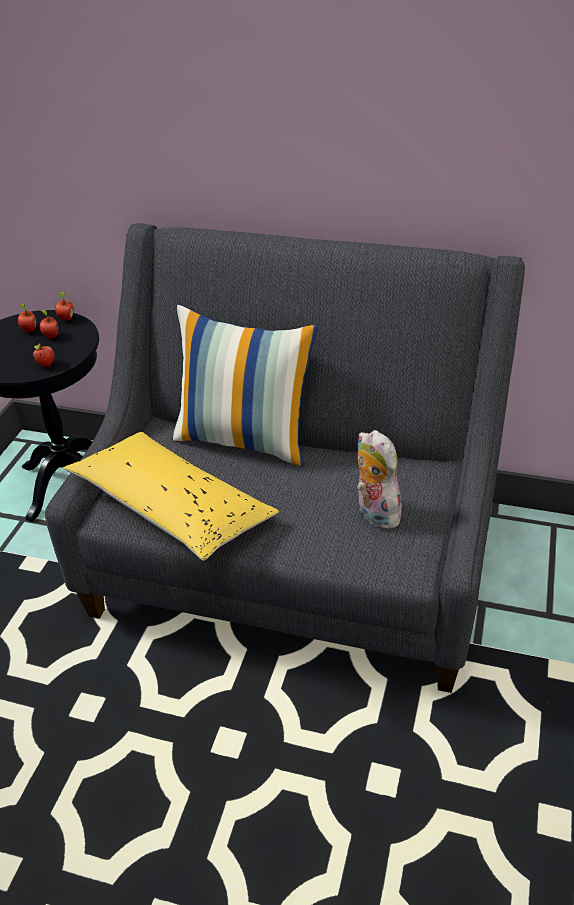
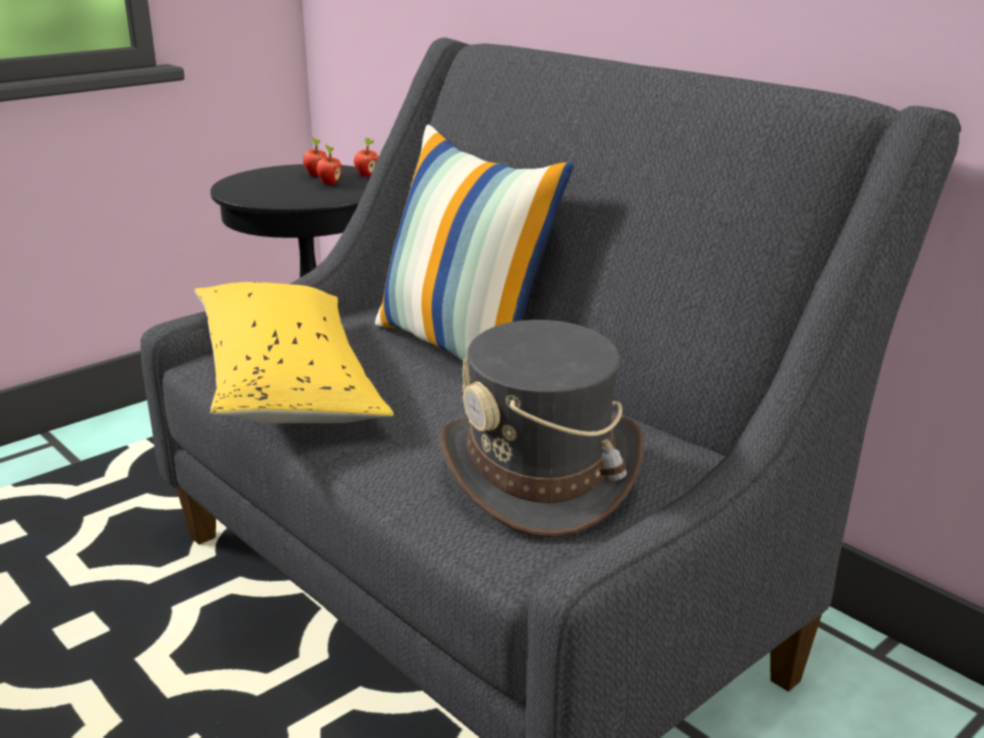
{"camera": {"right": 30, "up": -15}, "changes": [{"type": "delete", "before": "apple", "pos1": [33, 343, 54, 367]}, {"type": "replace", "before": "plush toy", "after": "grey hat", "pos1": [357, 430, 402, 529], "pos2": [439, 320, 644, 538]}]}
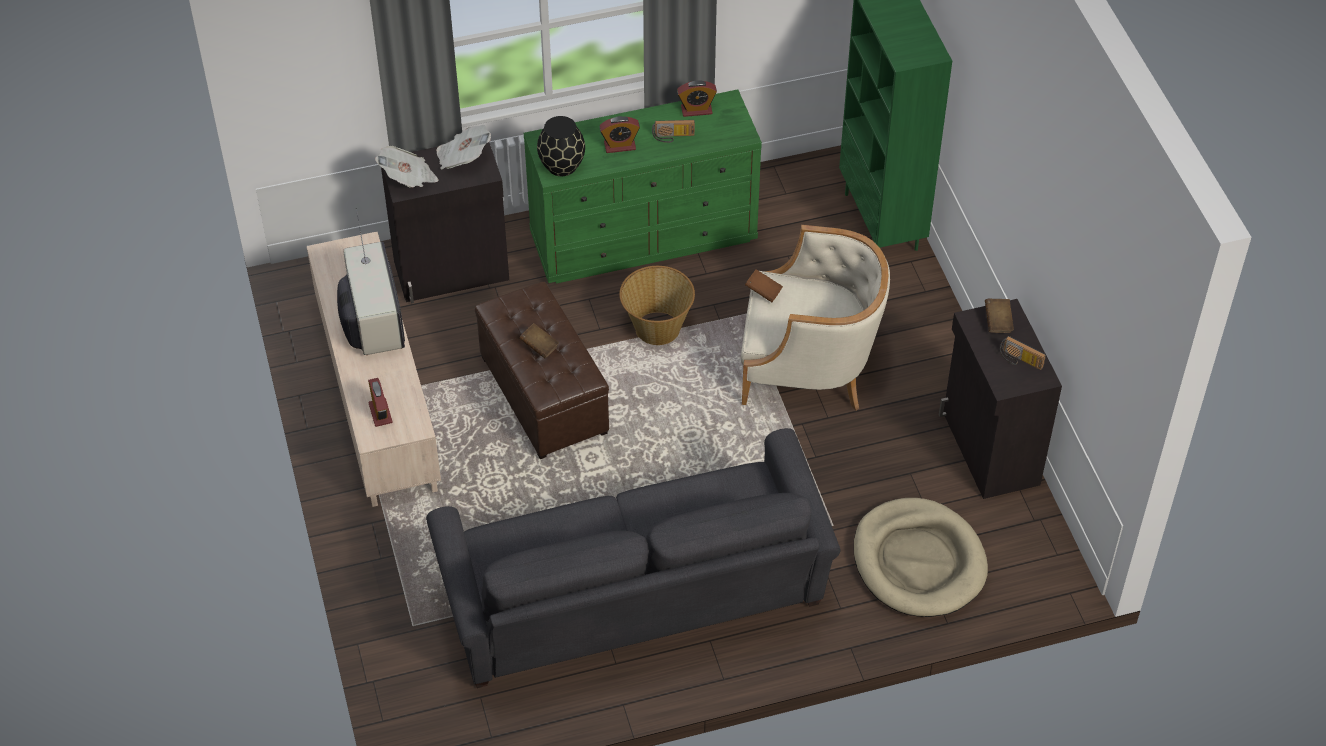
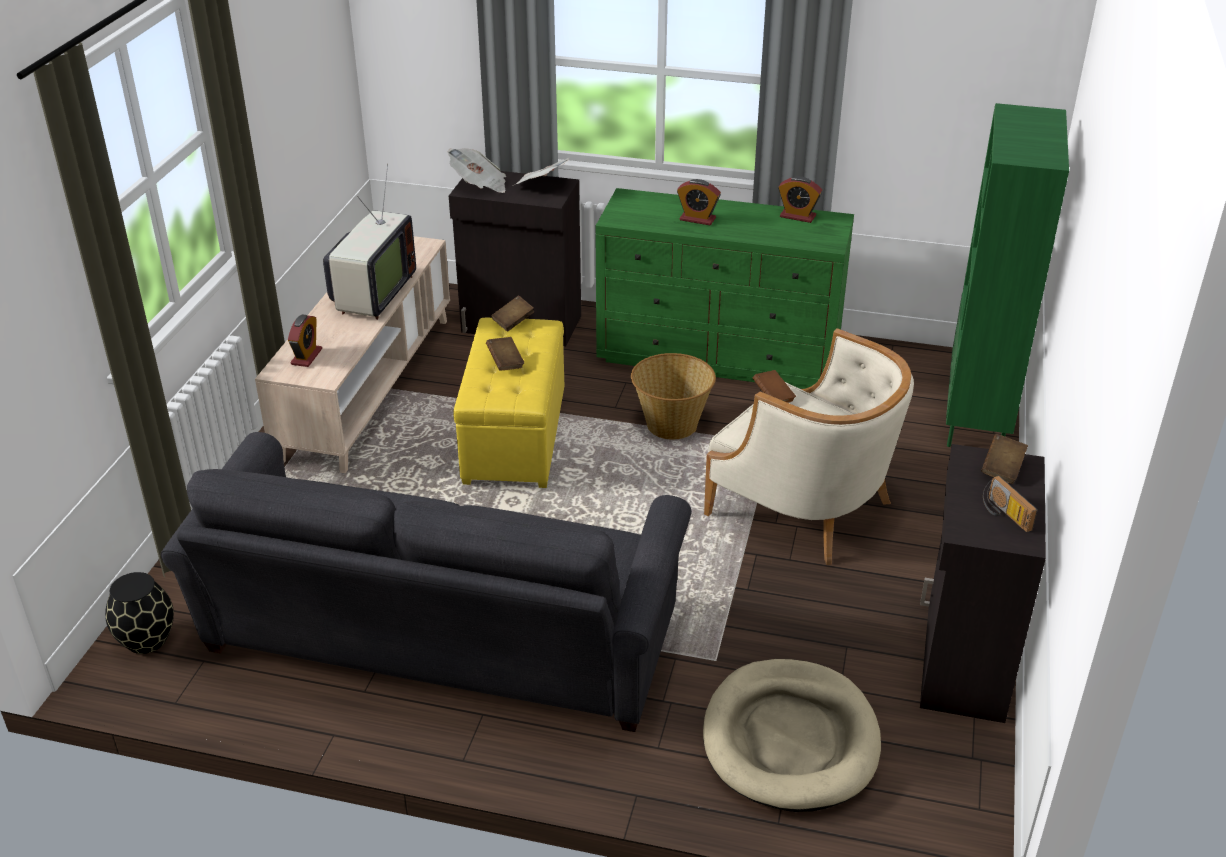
{"camera": {"right": 30, "up": -15}, "changes": [{"type": "delete", "before": "radio", "pos1": [652, 120, 695, 143]}, {"type": "insert", "after": "brown book", "pos2": [491, 295, 534, 331]}, {"type": "move", "before": "black vase", "pos1": [537, 116, 585, 176], "pos2": [105, 572, 174, 654]}, {"type": "recolor", "before": "brown ottoman", "after": "yellow ottoman", "pos1": [475, 282, 609, 459], "pos2": [453, 318, 564, 488]}]}
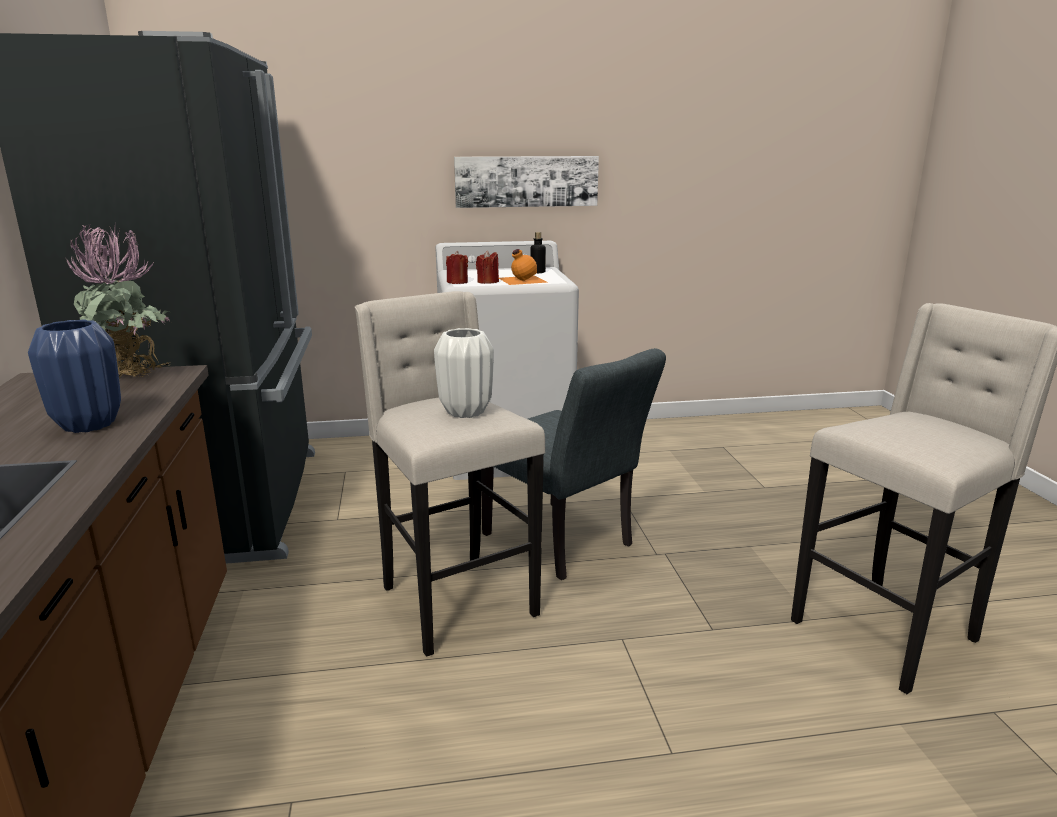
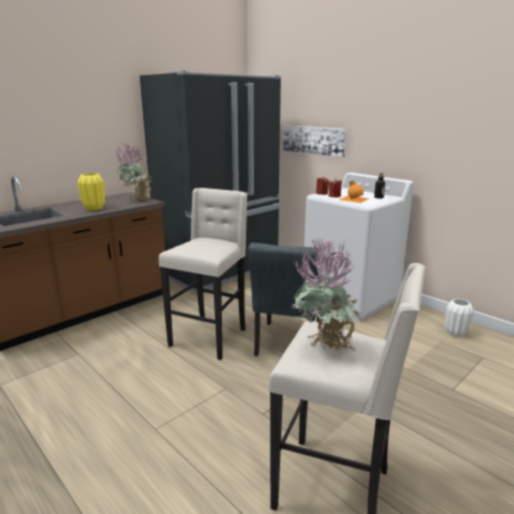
{"camera": {"right": 55, "up": 0}, "changes": [{"type": "insert", "after": "potted plant", "pos2": [290, 238, 363, 354]}, {"type": "move", "before": "white vase", "pos1": [434, 328, 494, 418], "pos2": [445, 299, 474, 337]}, {"type": "move", "before": "picture", "pos1": [454, 156, 599, 208], "pos2": [283, 125, 347, 157]}, {"type": "recolor", "before": "blue vase", "after": "yellow vase", "pos1": [28, 319, 121, 433], "pos2": [78, 173, 105, 210]}]}
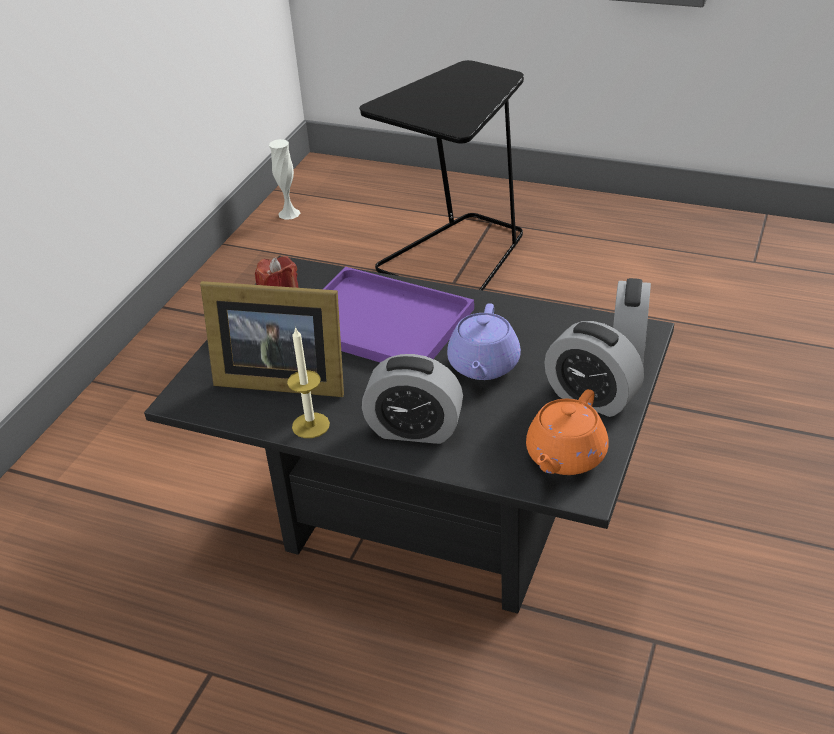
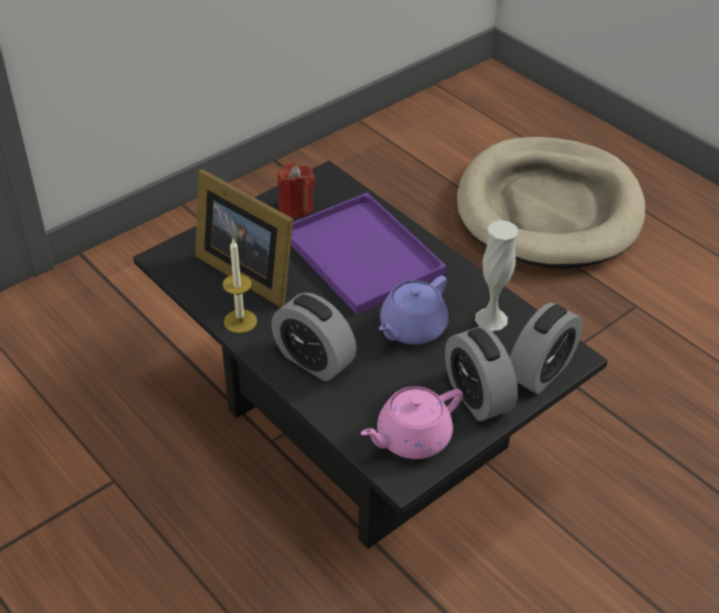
{"camera": {"right": 25, "up": 5}, "changes": [{"type": "move", "before": "white vase", "pos1": [269, 139, 300, 220], "pos2": [475, 220, 519, 331]}, {"type": "replace", "before": "black side table", "after": "beige dog bed", "pos1": [359, 60, 524, 290], "pos2": [457, 137, 645, 269]}, {"type": "recolor", "before": "orange teapot", "after": "pink teapot", "pos1": [526, 389, 609, 475], "pos2": [360, 386, 463, 459]}]}
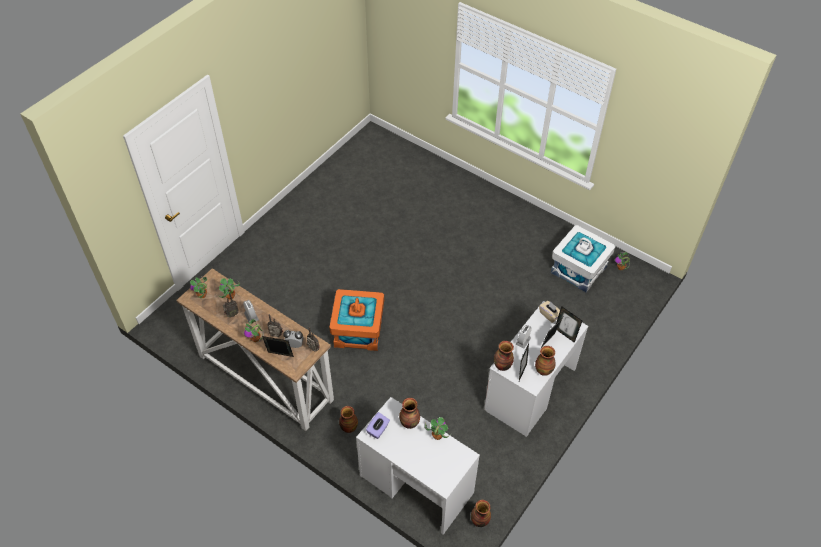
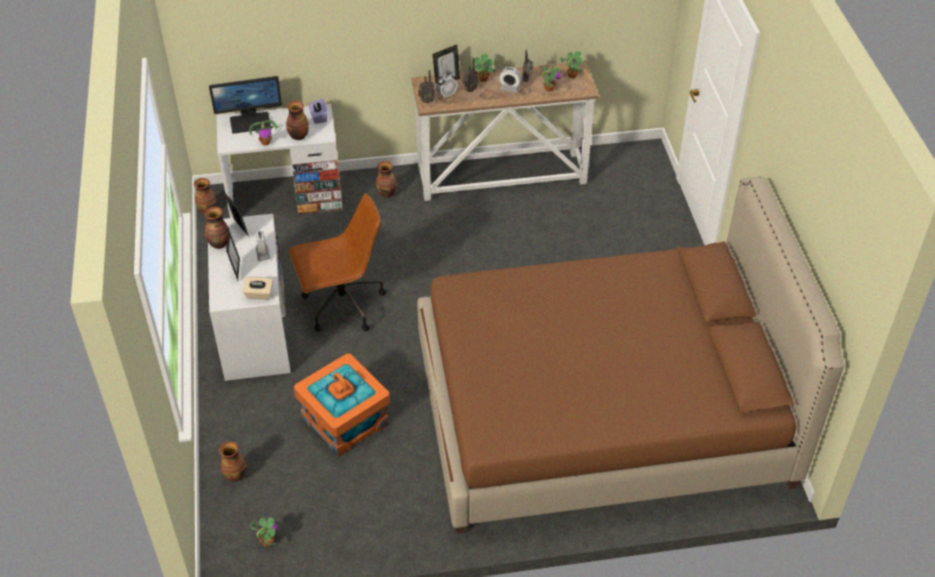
{"camera": {"right": 135, "up": -5}, "changes": [{"type": "delete", "before": "white storage box", "pos1": [551, 225, 615, 293]}, {"type": "delete", "before": "picture frame", "pos1": [556, 306, 582, 343]}, {"type": "insert", "after": "monitor", "pos2": [209, 76, 282, 134]}, {"type": "insert", "after": "brown office chair", "pos2": [288, 193, 386, 332]}, {"type": "insert", "after": "brown bed", "pos2": [417, 177, 844, 534]}, {"type": "move", "before": "orange storage box", "pos1": [329, 289, 384, 351], "pos2": [294, 353, 390, 457]}, {"type": "move", "before": "vase", "pos1": [494, 341, 514, 371], "pos2": [219, 441, 246, 481]}]}
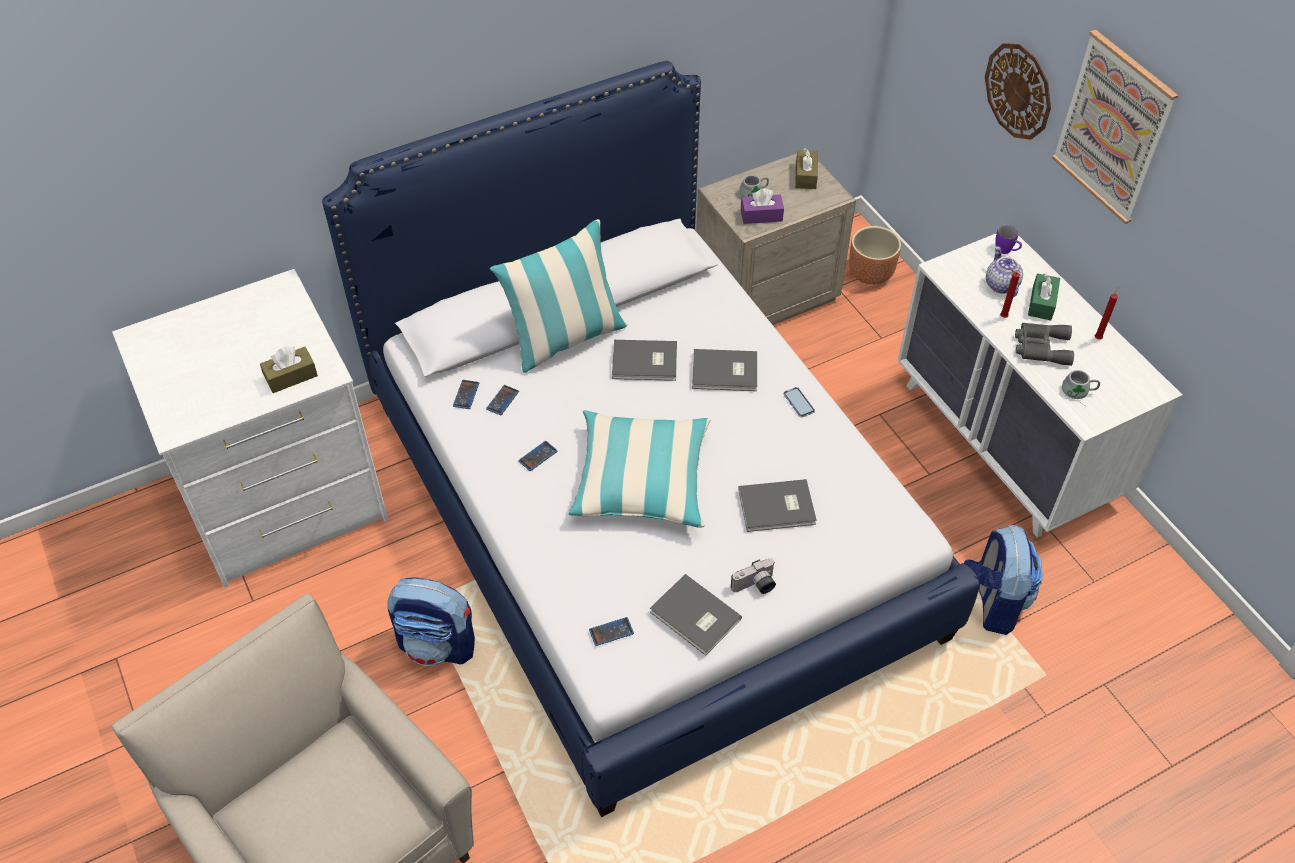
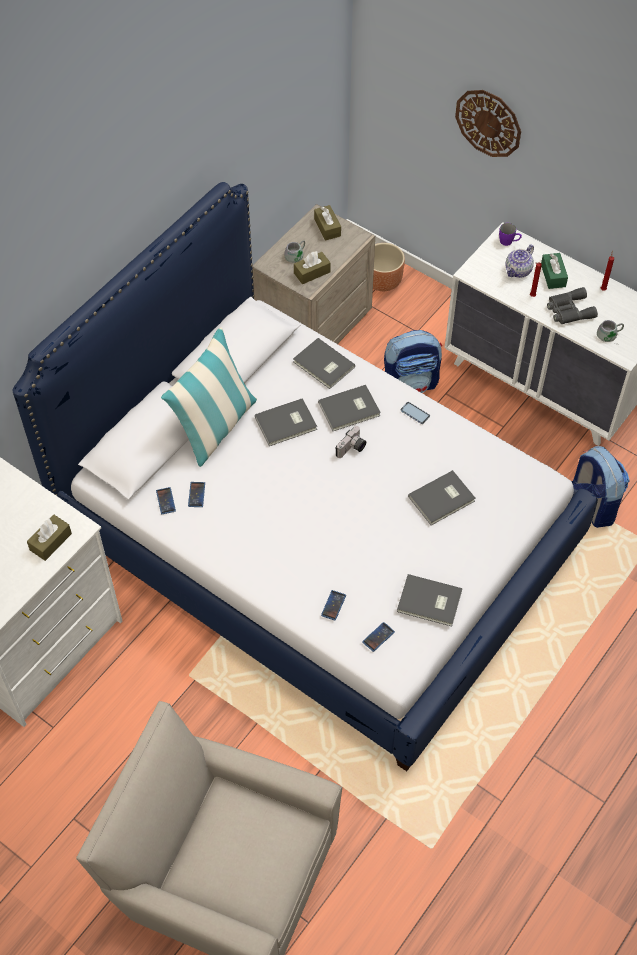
{"camera": {"right": -25, "up": 5}, "changes": [{"type": "delete", "before": "pillow", "pos1": [569, 410, 711, 528]}, {"type": "delete", "before": "picture", "pos1": [1052, 30, 1178, 224]}, {"type": "insert", "after": "grey book", "pos2": [293, 338, 355, 389]}, {"type": "move", "before": "backpack", "pos1": [387, 577, 475, 666], "pos2": [384, 330, 442, 393]}, {"type": "move", "before": "phone", "pos1": [518, 441, 558, 471], "pos2": [321, 590, 346, 621]}, {"type": "move", "before": "photo camera", "pos1": [731, 558, 776, 594], "pos2": [335, 426, 366, 458]}, {"type": "recolor", "before": "purple tissue box", "after": "brown tissue box", "pos1": [741, 188, 784, 224], "pos2": [294, 252, 331, 284]}, {"type": "rotate", "before": "teapot", "pos1": [986, 246, 1023, 297], "pos2": [505, 245, 534, 278], "turn": -105}]}
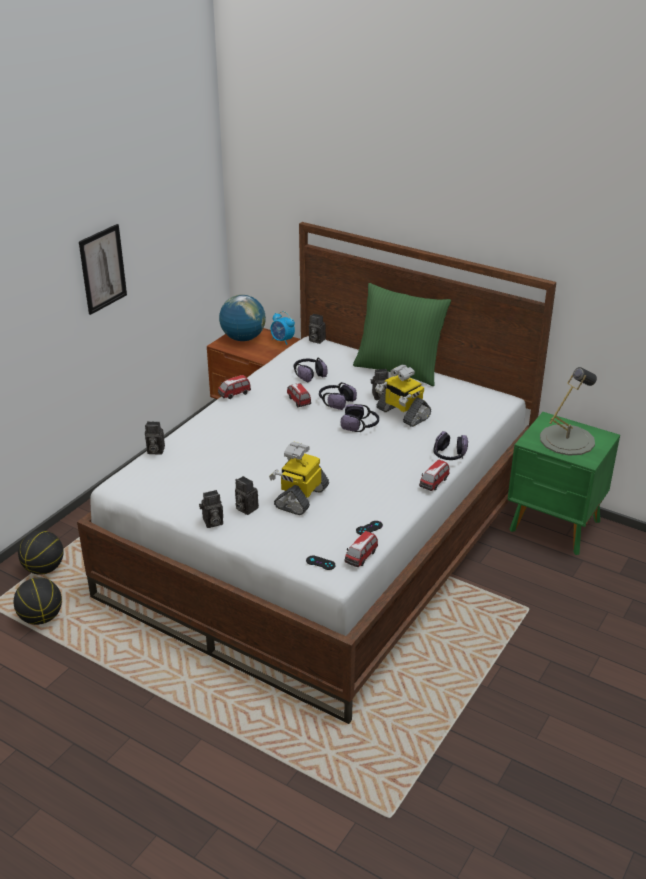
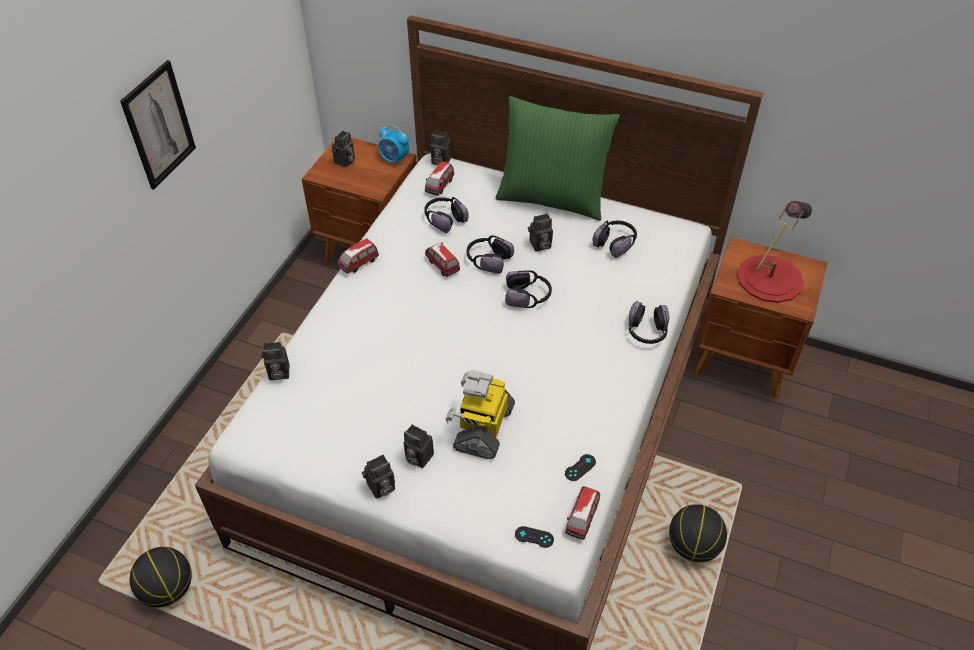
{"camera": {"right": -10, "up": 15}, "changes": [{"type": "delete", "before": "toy robot", "pos1": [375, 365, 431, 427]}, {"type": "insert", "after": "headphones", "pos2": [592, 220, 637, 258]}, {"type": "move", "before": "basketball", "pos1": [18, 530, 64, 575], "pos2": [669, 504, 727, 562]}, {"type": "move", "before": "toy car", "pos1": [419, 459, 449, 491], "pos2": [425, 161, 454, 196]}, {"type": "replace", "before": "globe", "after": "photo camera", "pos1": [219, 295, 266, 341], "pos2": [331, 131, 355, 167]}, {"type": "recolor", "before": "green nightstand", "after": "brown nightstand", "pos1": [508, 412, 620, 555], "pos2": [694, 237, 827, 399]}, {"type": "recolor", "before": "grey table lamp", "after": "red table lamp", "pos1": [540, 367, 597, 456], "pos2": [737, 201, 812, 303]}]}
